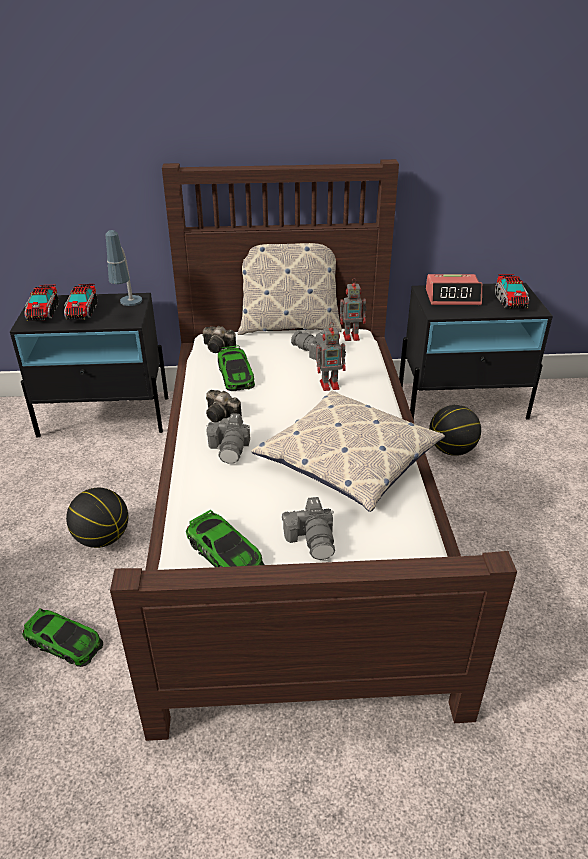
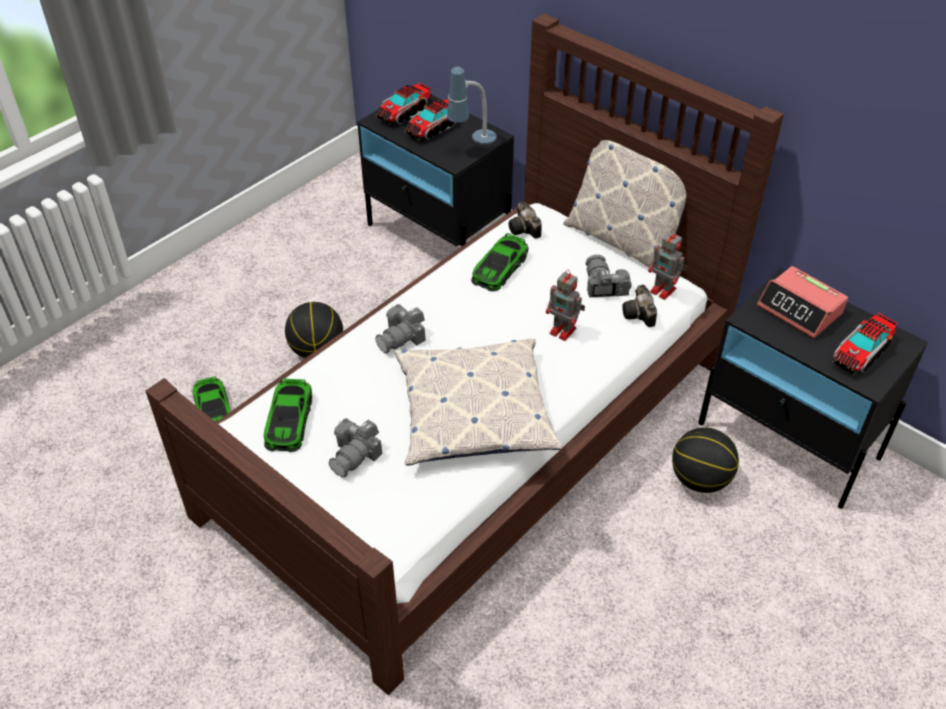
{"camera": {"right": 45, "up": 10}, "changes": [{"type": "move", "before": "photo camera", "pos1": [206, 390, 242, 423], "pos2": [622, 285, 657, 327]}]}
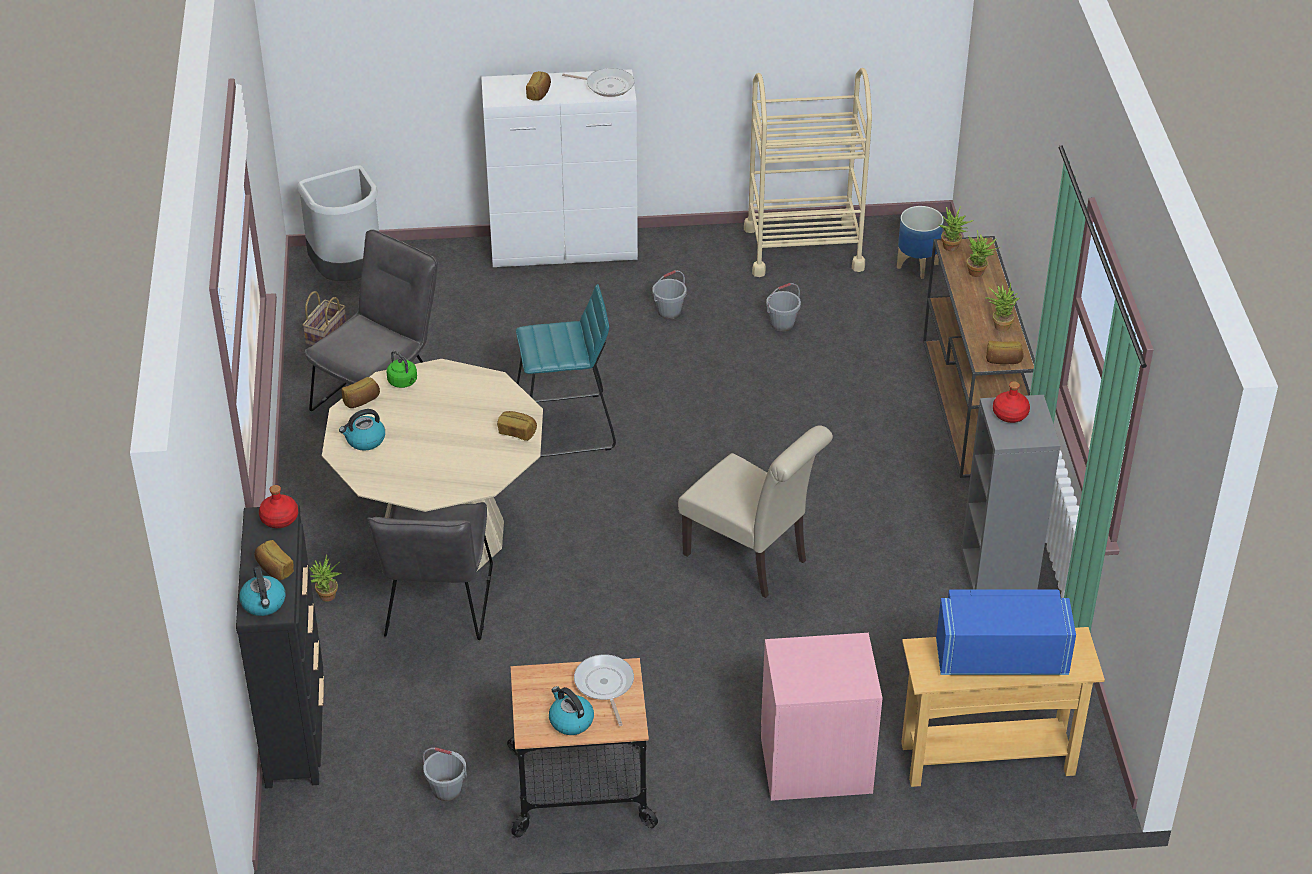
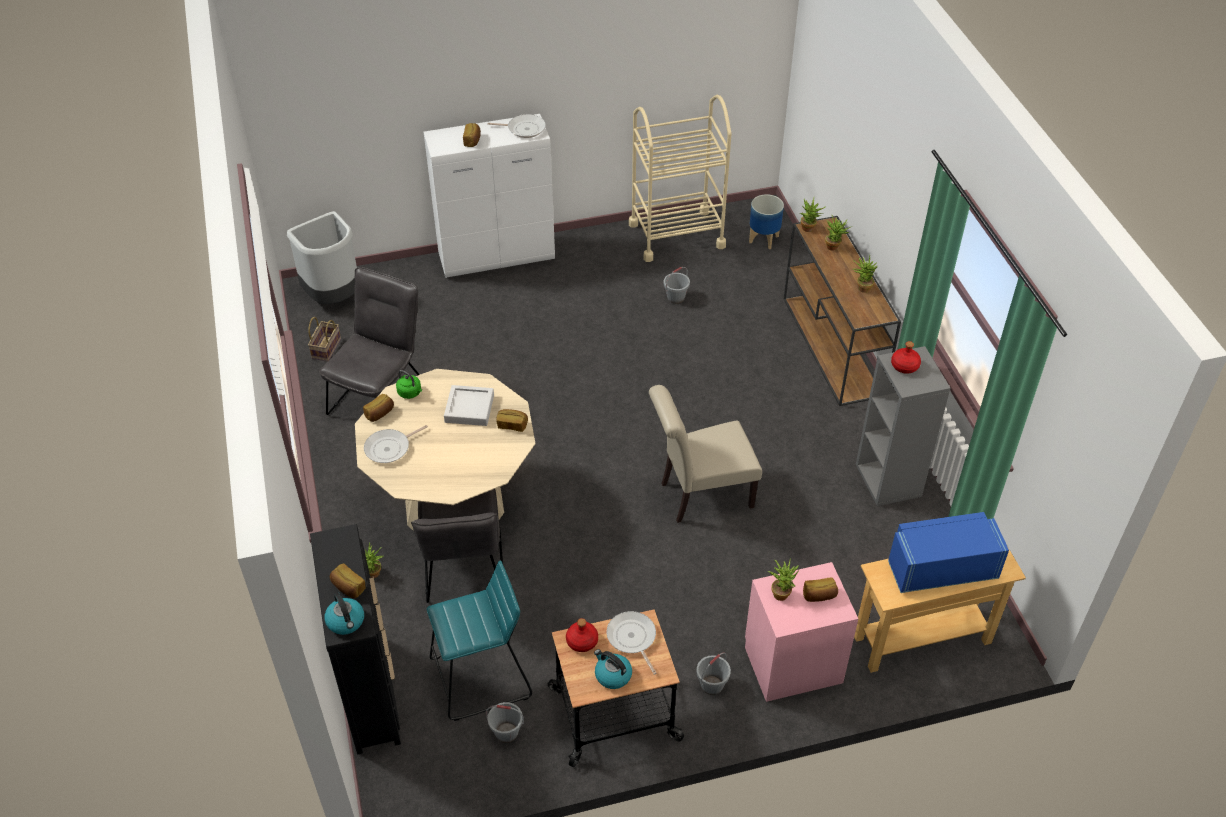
{"camera": {"right": -10, "up": 5}, "changes": [{"type": "insert", "after": "grey tray", "pos2": [444, 385, 494, 426]}, {"type": "insert", "after": "potted plant", "pos2": [768, 558, 799, 601]}, {"type": "move", "before": "red bottle", "pos1": [259, 485, 298, 528], "pos2": [566, 618, 598, 652]}, {"type": "move", "before": "turquoise stool", "pos1": [516, 284, 616, 457], "pos2": [426, 560, 532, 721]}, {"type": "move", "before": "grey bucket", "pos1": [652, 270, 686, 319], "pos2": [696, 652, 731, 695]}, {"type": "move", "before": "bread", "pos1": [986, 341, 1023, 364], "pos2": [803, 577, 838, 602]}, {"type": "replace", "before": "kettle", "after": "frying pan", "pos1": [339, 409, 385, 451], "pos2": [364, 425, 428, 463]}, {"type": "rotate", "before": "beige chair", "pos1": [678, 425, 833, 598], "pos2": [649, 385, 762, 523], "turn": 135}]}
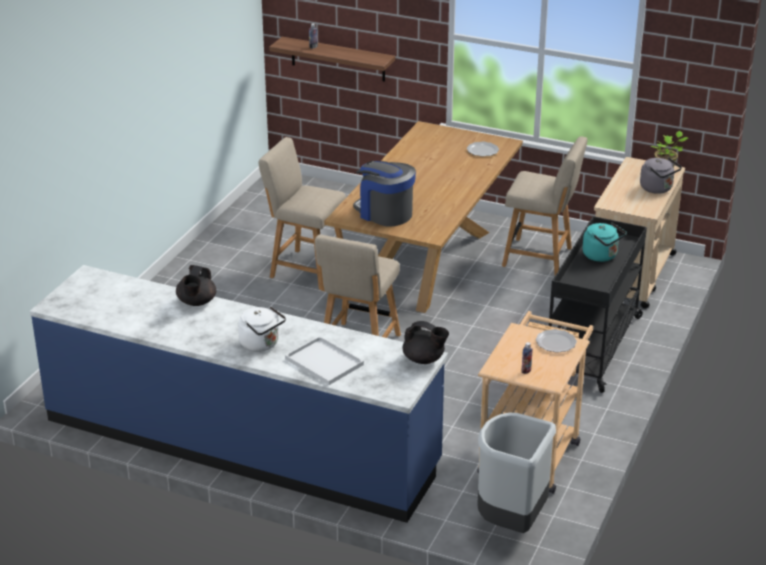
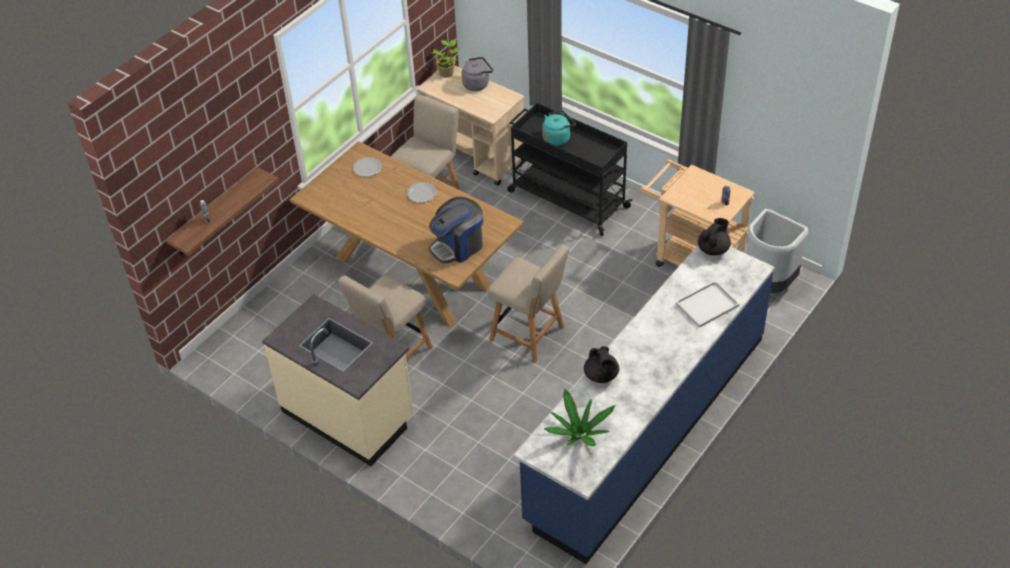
{"camera": {"right": -75, "up": 15}, "changes": [{"type": "delete", "before": "white kettle", "pos1": [238, 306, 286, 352]}, {"type": "insert", "after": "beige counter", "pos2": [262, 294, 413, 466]}, {"type": "insert", "after": "potted plant", "pos2": [544, 389, 615, 446]}, {"type": "move", "before": "plate", "pos1": [536, 329, 577, 353], "pos2": [407, 182, 437, 203]}, {"type": "rotate", "before": "black teapot", "pos1": [176, 265, 216, 306], "pos2": [584, 346, 619, 383], "turn": 45}]}
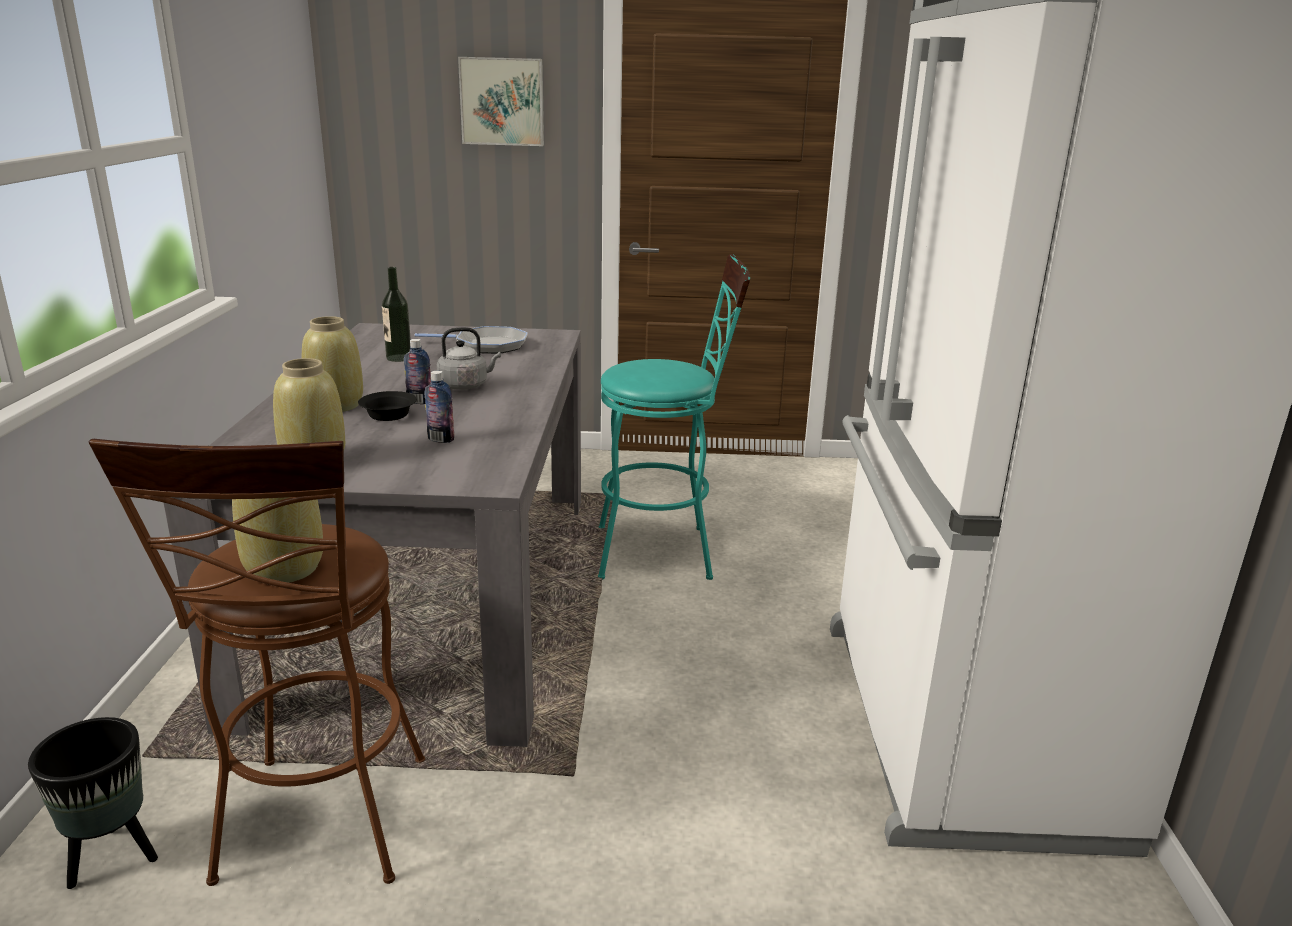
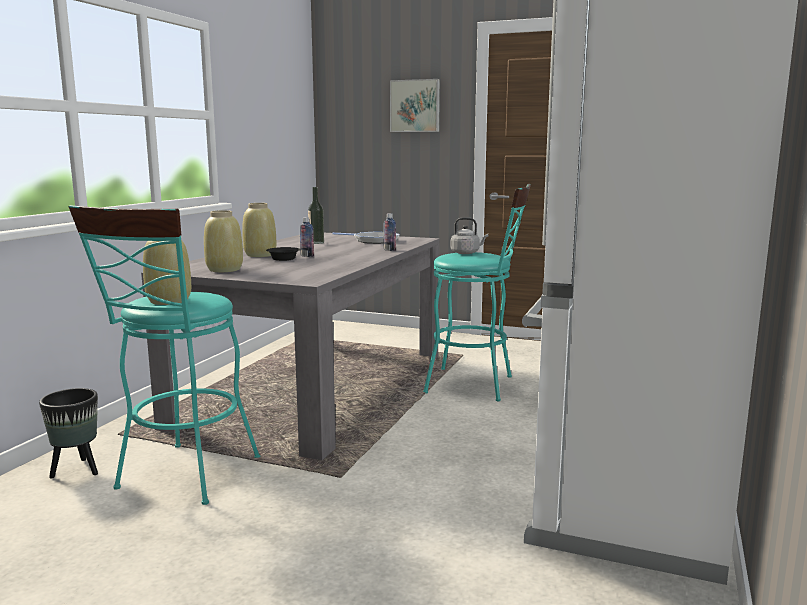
{"camera": {"right": 20, "up": -10}, "changes": [{"type": "move", "before": "bottle", "pos1": [424, 371, 454, 443], "pos2": [383, 213, 396, 251]}, {"type": "move", "before": "grey kettle", "pos1": [437, 327, 501, 390], "pos2": [451, 217, 488, 254]}, {"type": "recolor", "before": "brown stool", "after": "turquoise stool", "pos1": [89, 439, 425, 886], "pos2": [68, 205, 260, 505]}]}
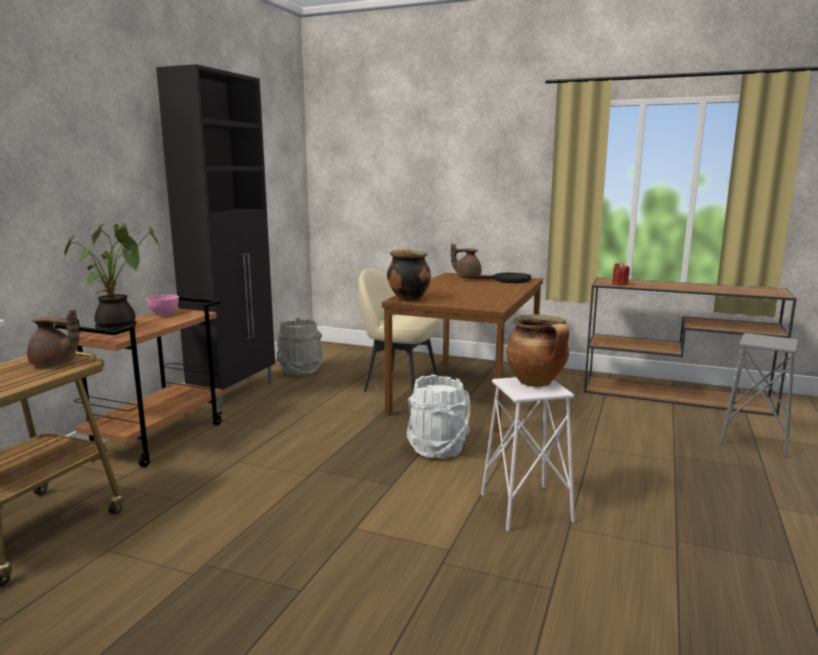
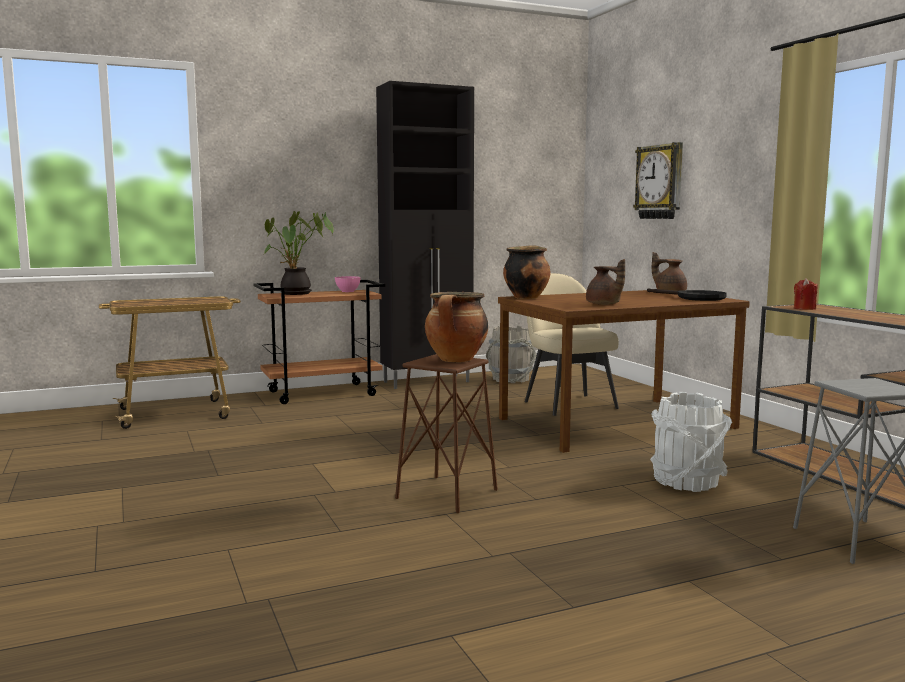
{"camera": {"right": 45, "up": -5}, "changes": [{"type": "insert", "after": "wall clock", "pos2": [633, 142, 683, 219]}, {"type": "move", "before": "brown teapot", "pos1": [27, 309, 79, 366], "pos2": [586, 259, 625, 305]}, {"type": "move", "before": "white bucket", "pos1": [407, 375, 470, 459], "pos2": [650, 392, 732, 492]}, {"type": "recolor", "before": "white stool", "after": "brown stool", "pos1": [481, 377, 575, 532], "pos2": [395, 354, 498, 513]}]}
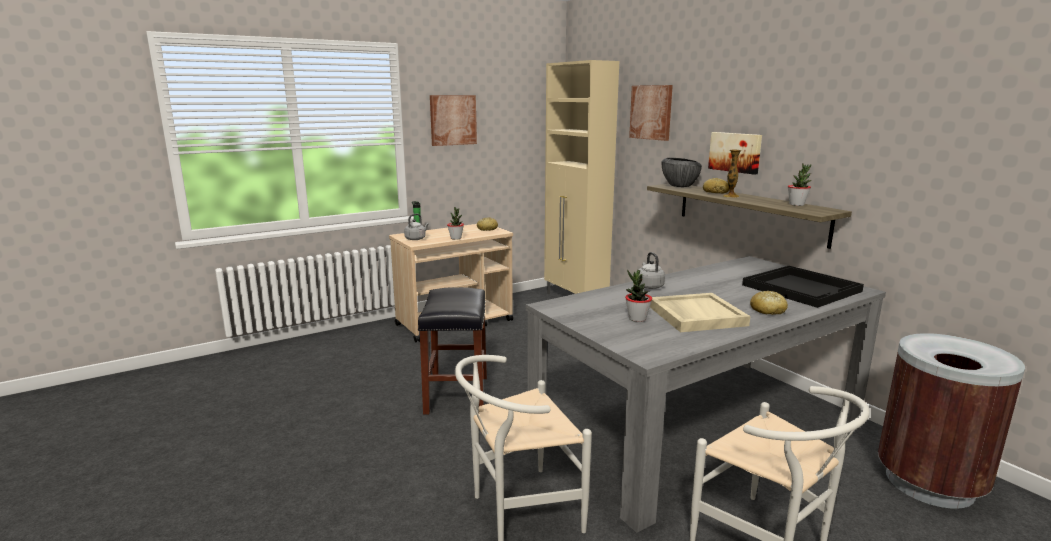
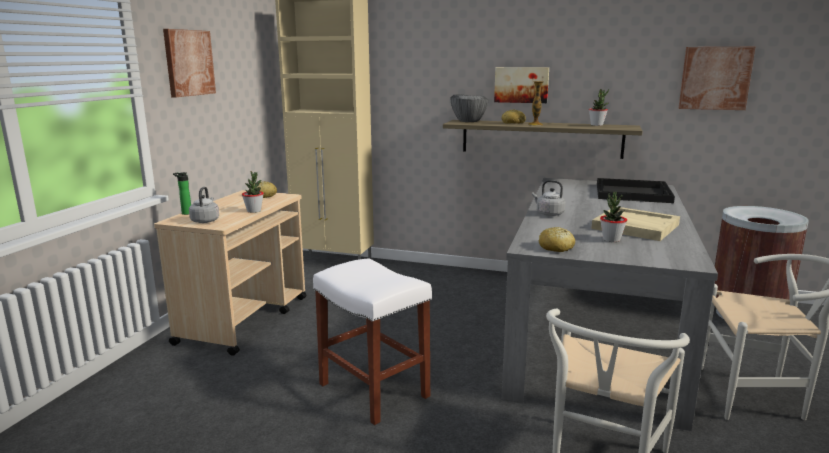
{"camera": {"right": -40, "up": 0}, "changes": [{"type": "move", "before": "picture", "pos1": [629, 85, 673, 141], "pos2": [679, 47, 755, 110]}, {"type": "move", "before": "bread", "pos1": [750, 291, 788, 315], "pos2": [539, 227, 575, 252]}, {"type": "recolor", "before": "black stool", "after": "white stool", "pos1": [418, 287, 487, 414], "pos2": [313, 259, 432, 425]}]}
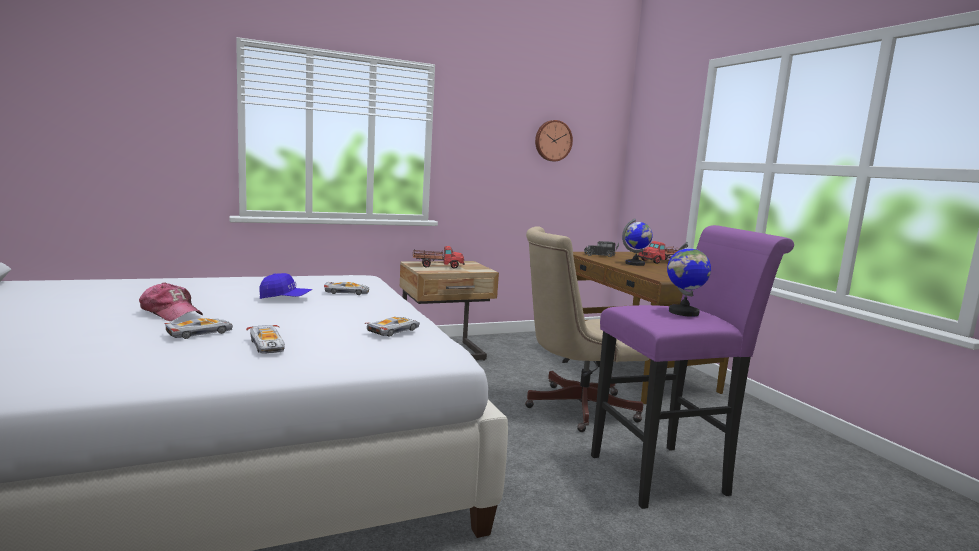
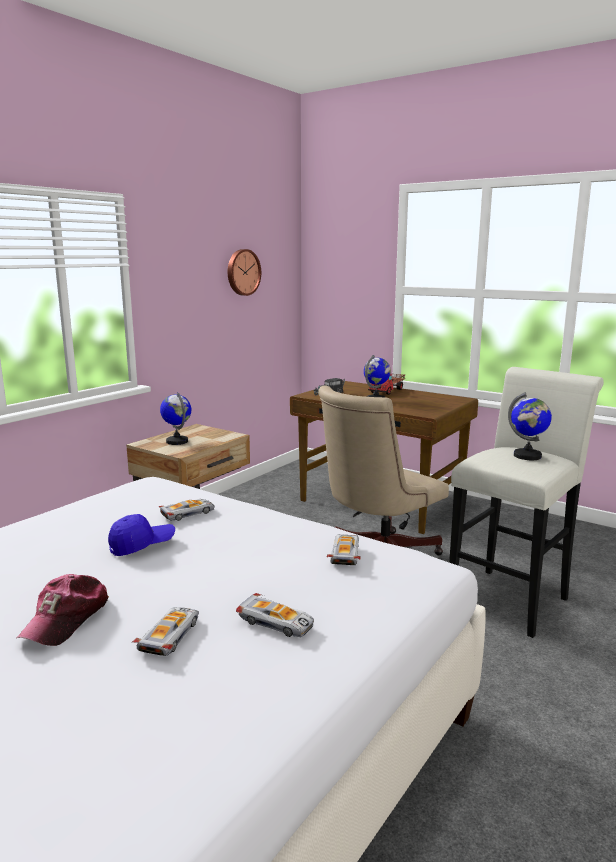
{"camera": {"right": -30, "up": 5}, "changes": [{"type": "replace", "before": "toy truck", "after": "globe", "pos1": [413, 246, 465, 269], "pos2": [160, 392, 191, 445]}, {"type": "recolor", "before": "purple stool", "after": "white stool", "pos1": [591, 225, 794, 509], "pos2": [449, 367, 604, 638]}, {"type": "rotate", "before": "cap", "pos1": [139, 282, 203, 321], "pos2": [17, 574, 109, 646], "turn": 105}]}
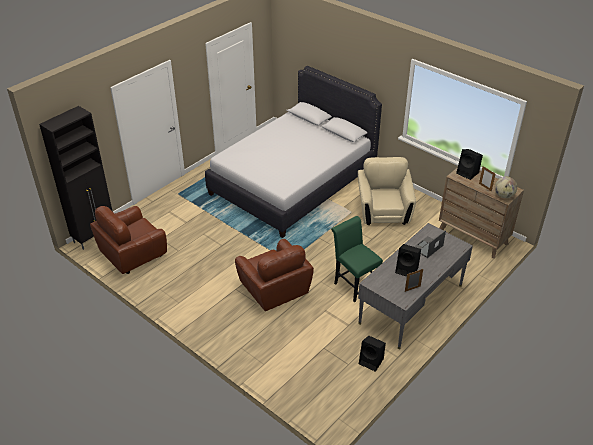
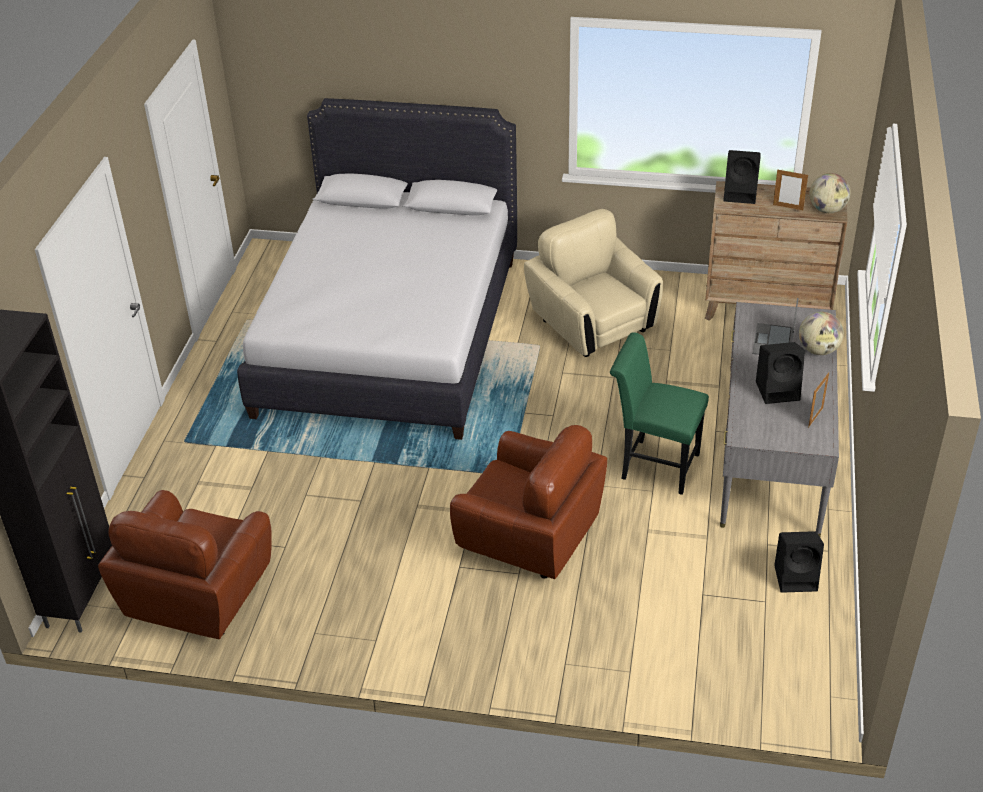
{"camera": {"right": -30, "up": 0}, "changes": [{"type": "insert", "after": "globe", "pos2": [799, 312, 844, 355]}]}
